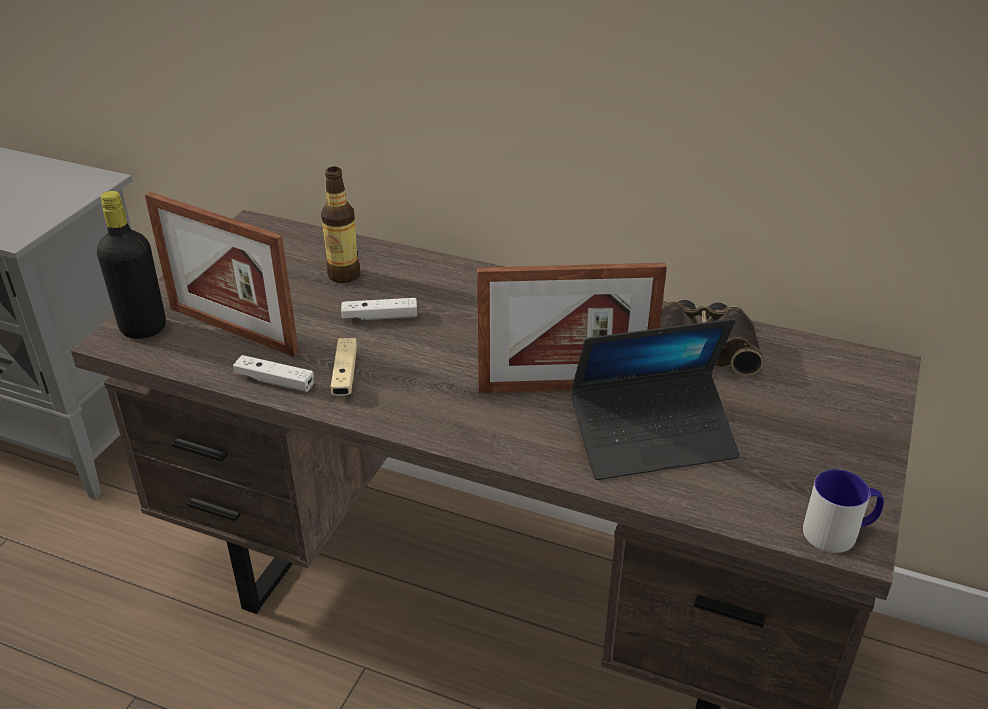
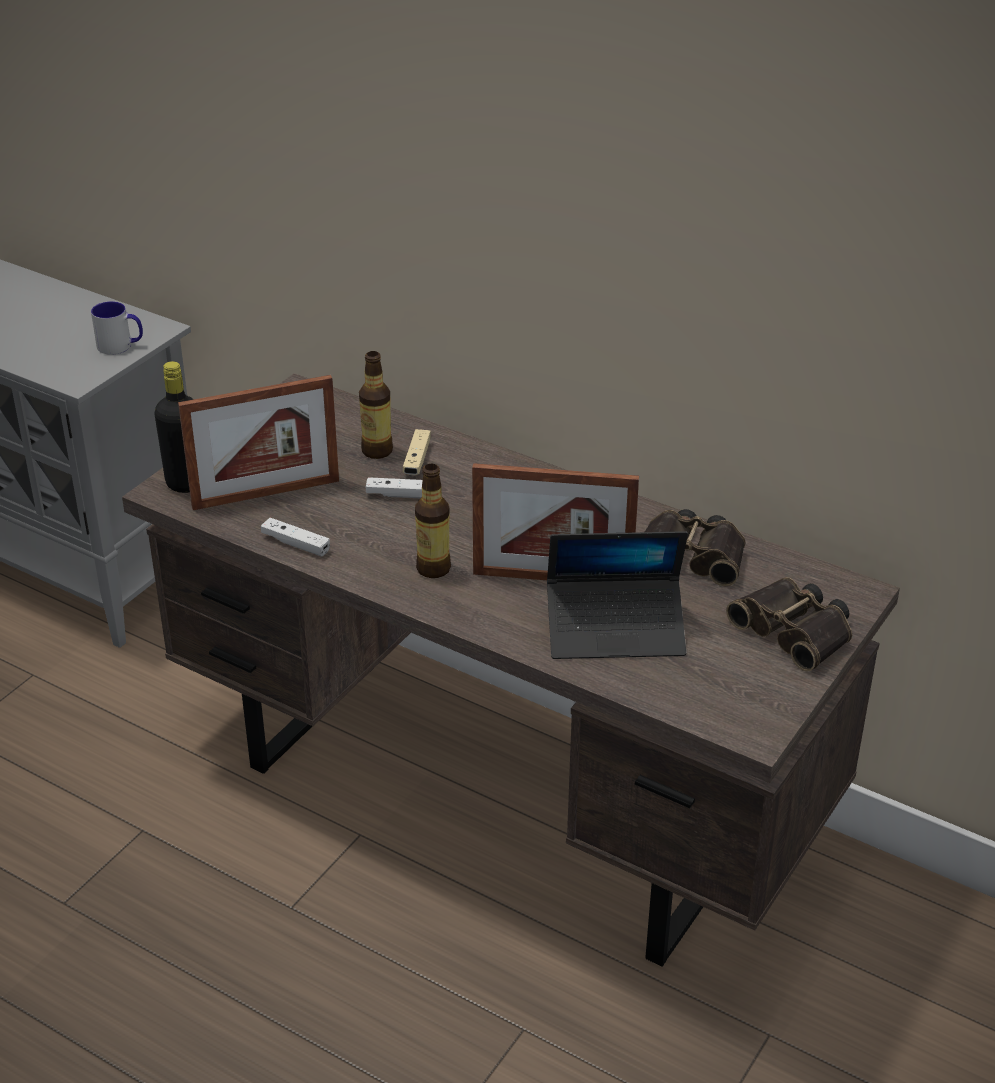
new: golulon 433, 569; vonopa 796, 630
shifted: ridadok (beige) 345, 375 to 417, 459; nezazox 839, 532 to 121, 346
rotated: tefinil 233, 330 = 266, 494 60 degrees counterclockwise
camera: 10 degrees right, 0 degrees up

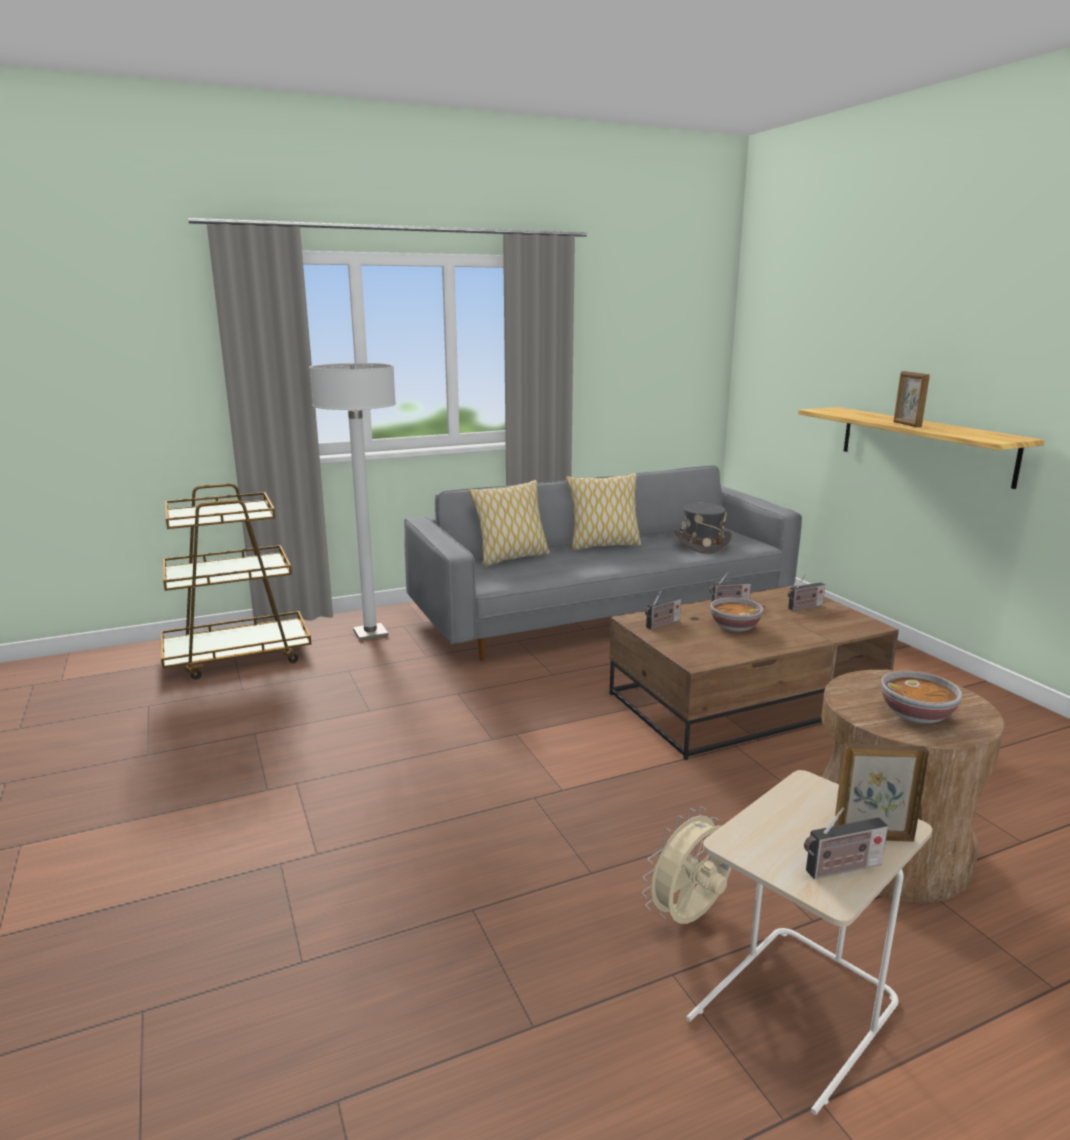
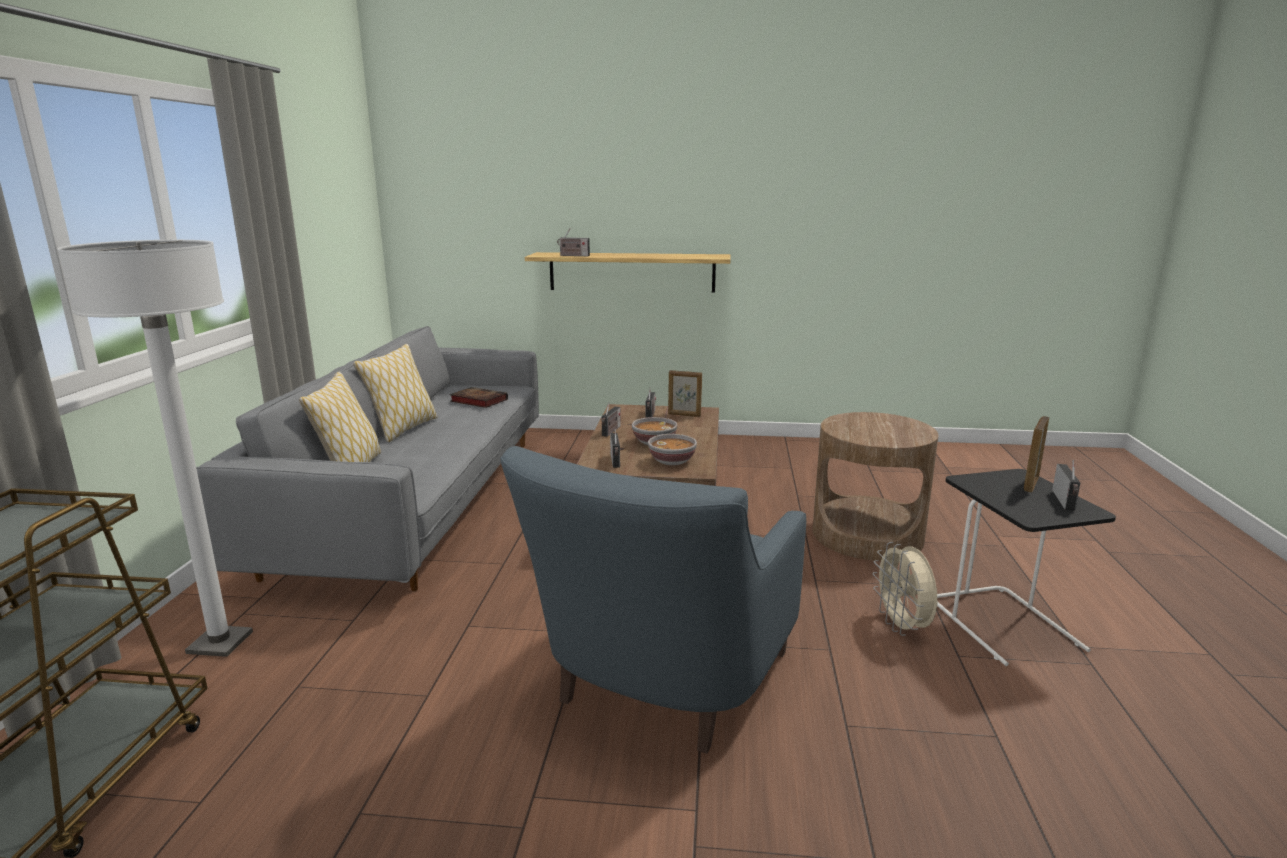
new: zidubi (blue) 659, 686; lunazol 573, 255
shifted: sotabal 917, 715 to 672, 461; tefinil 906, 424 to 684, 415
swapped: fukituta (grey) 701, 544 to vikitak 477, 401
repainted: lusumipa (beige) 796, 1013 to lusumipa (black) 1006, 625
camera: 60 degrees left, 0 degrees up

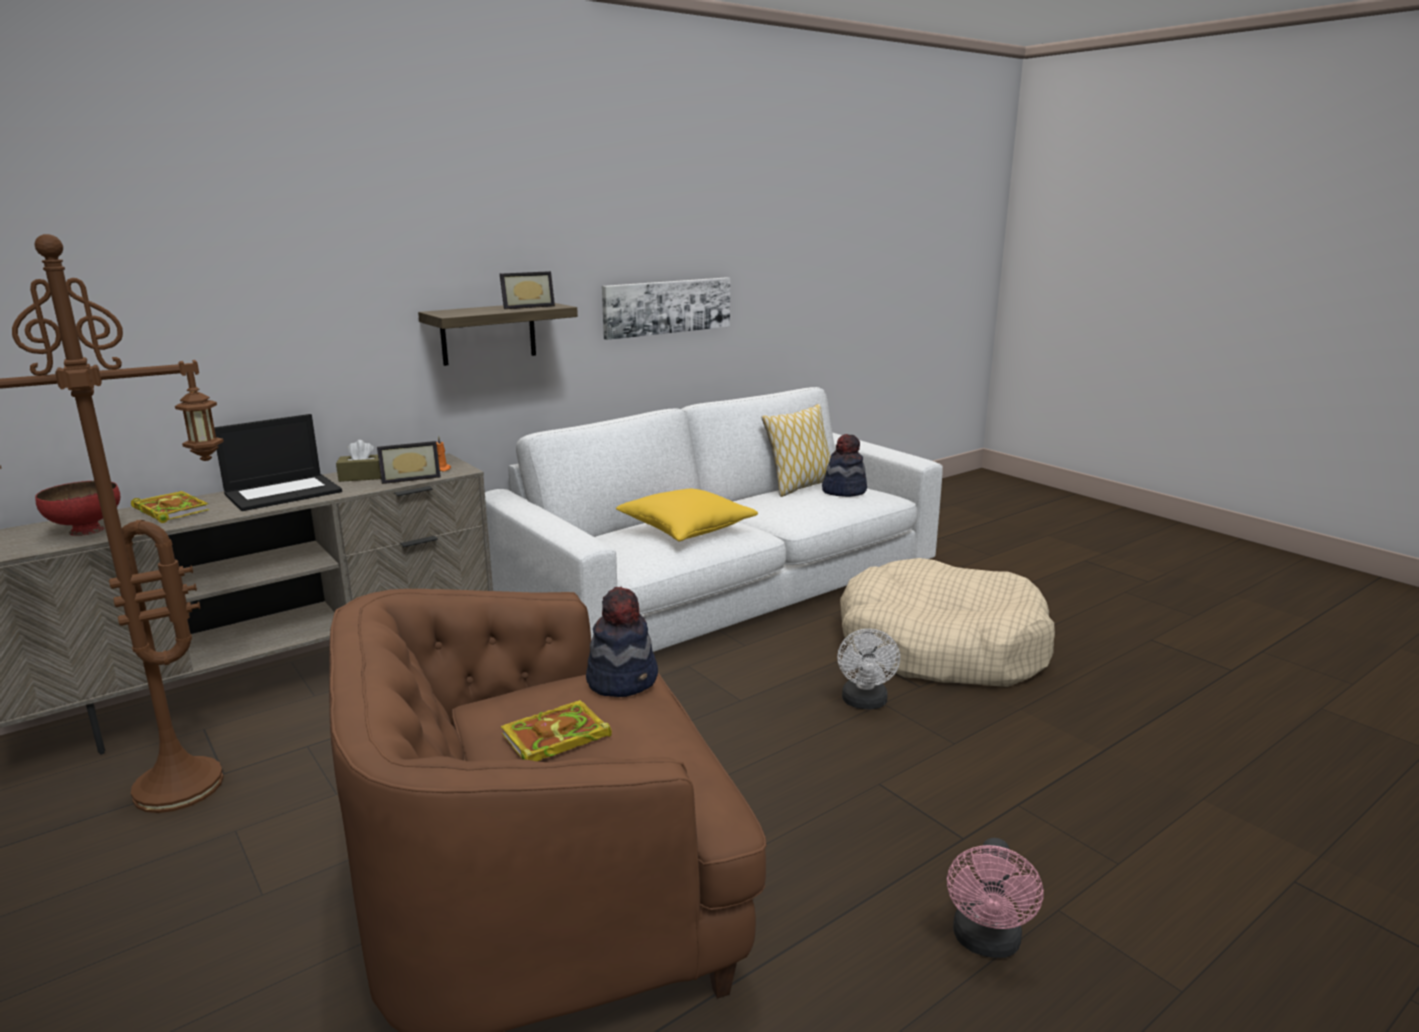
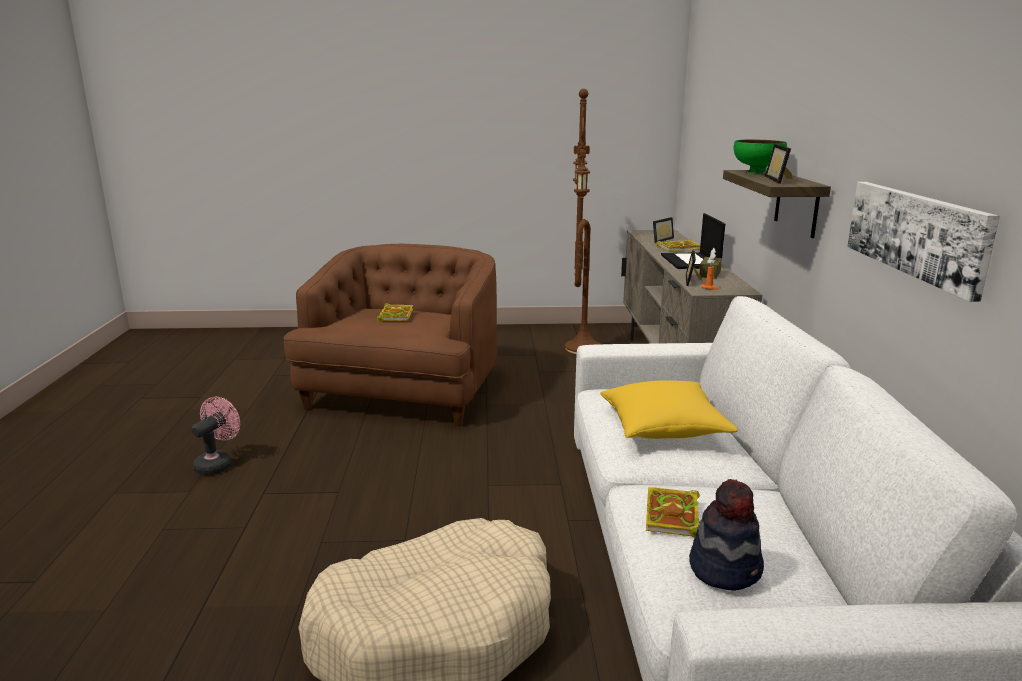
gone: fukituta 623, 679; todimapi 800, 487; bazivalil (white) 865, 703
new: vikitak 673, 517; sotabal (green) 756, 173
swapped: sotabal (red) 86, 531 to tefinil 659, 240
rotated: bazivalil (pink) 986, 943 = 218, 464 60 degrees clockwise
camera: 125 degrees right, 0 degrees up

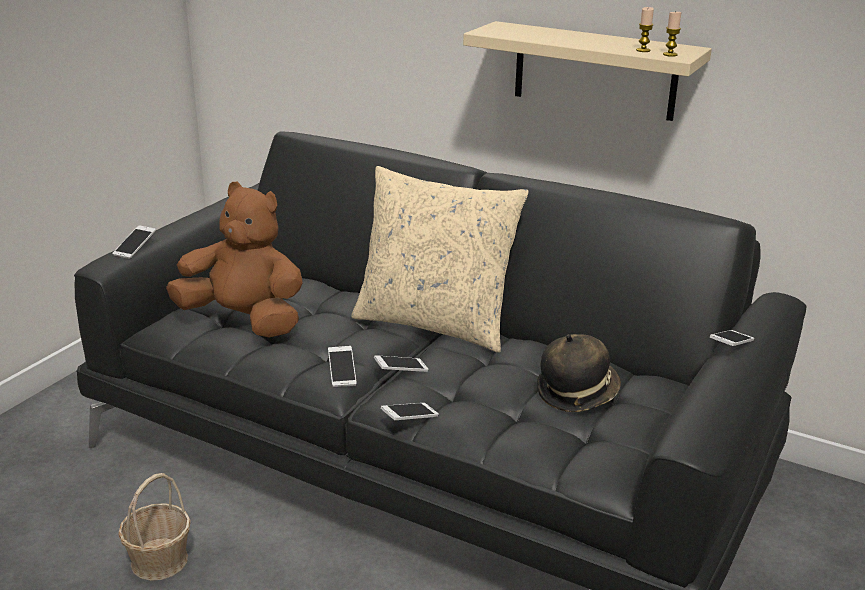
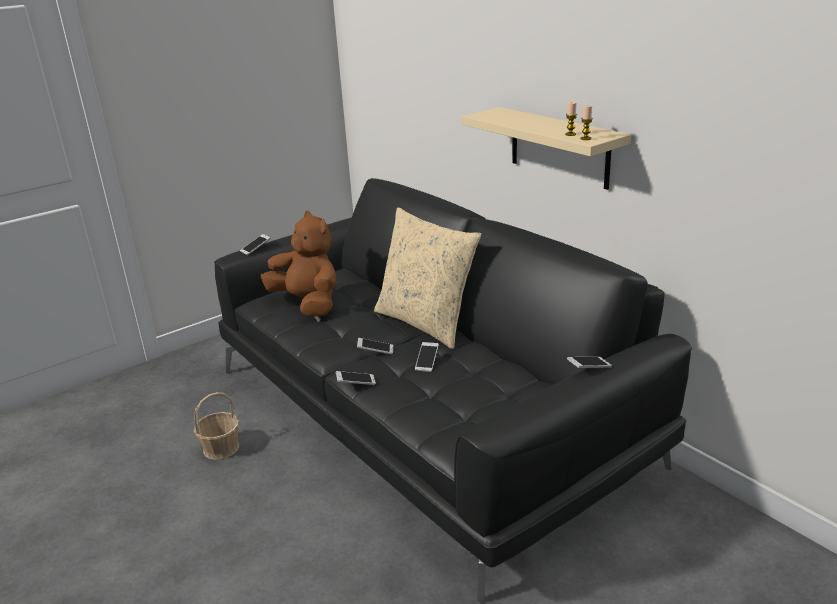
gone: fukituta 577, 393
shifted: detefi 342, 373 to 427, 362
camera: 25 degrees right, 0 degrees up

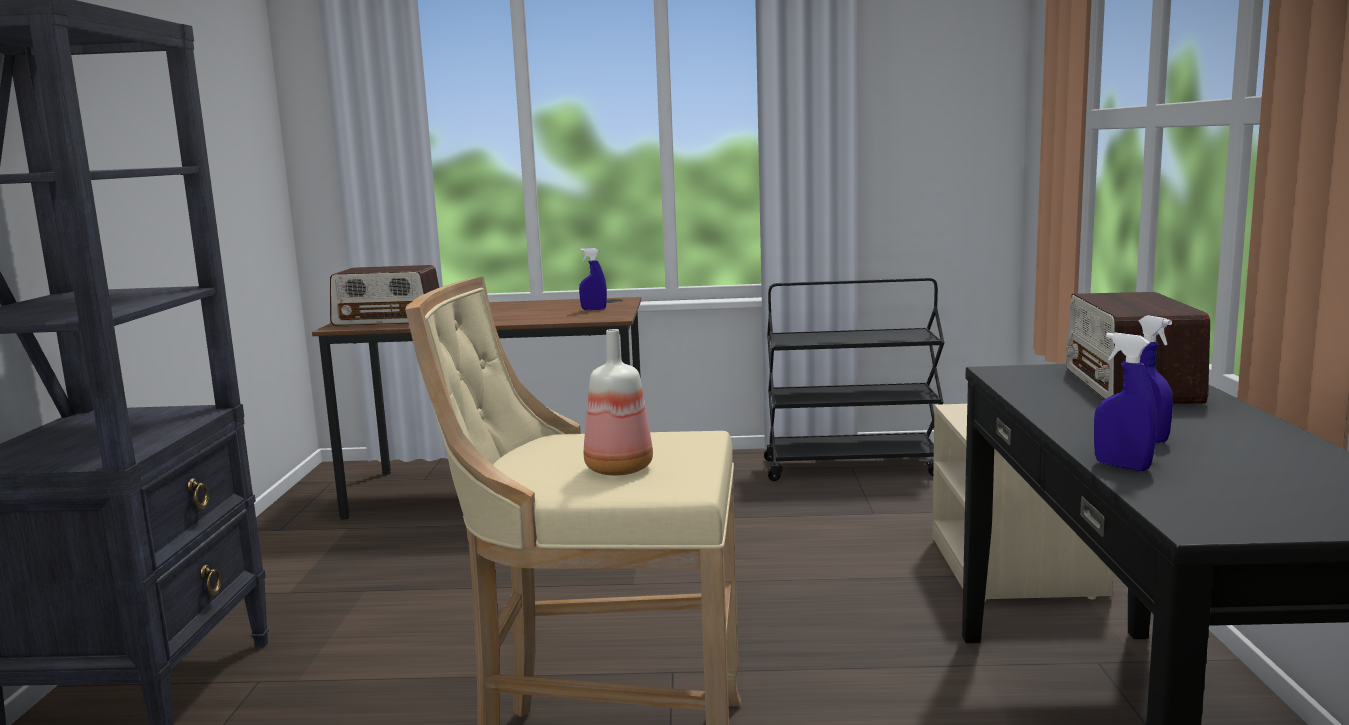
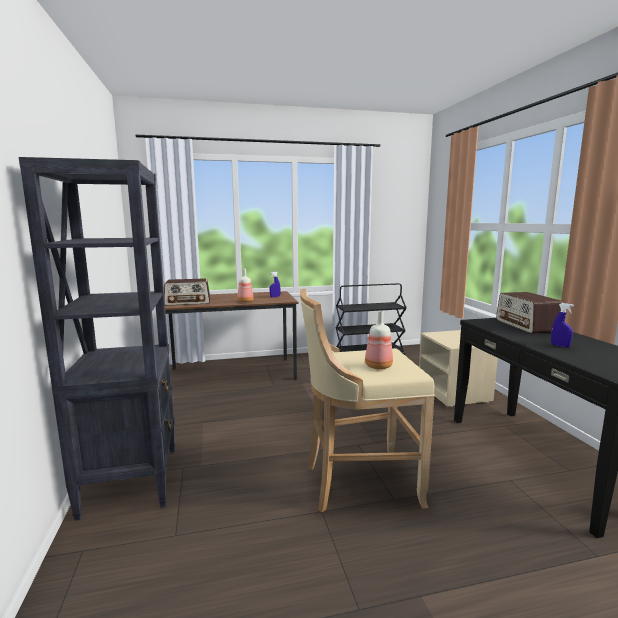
gone: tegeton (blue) 1122, 466
new: golulon 246, 301
camera: 15 degrees left, 0 degrees up

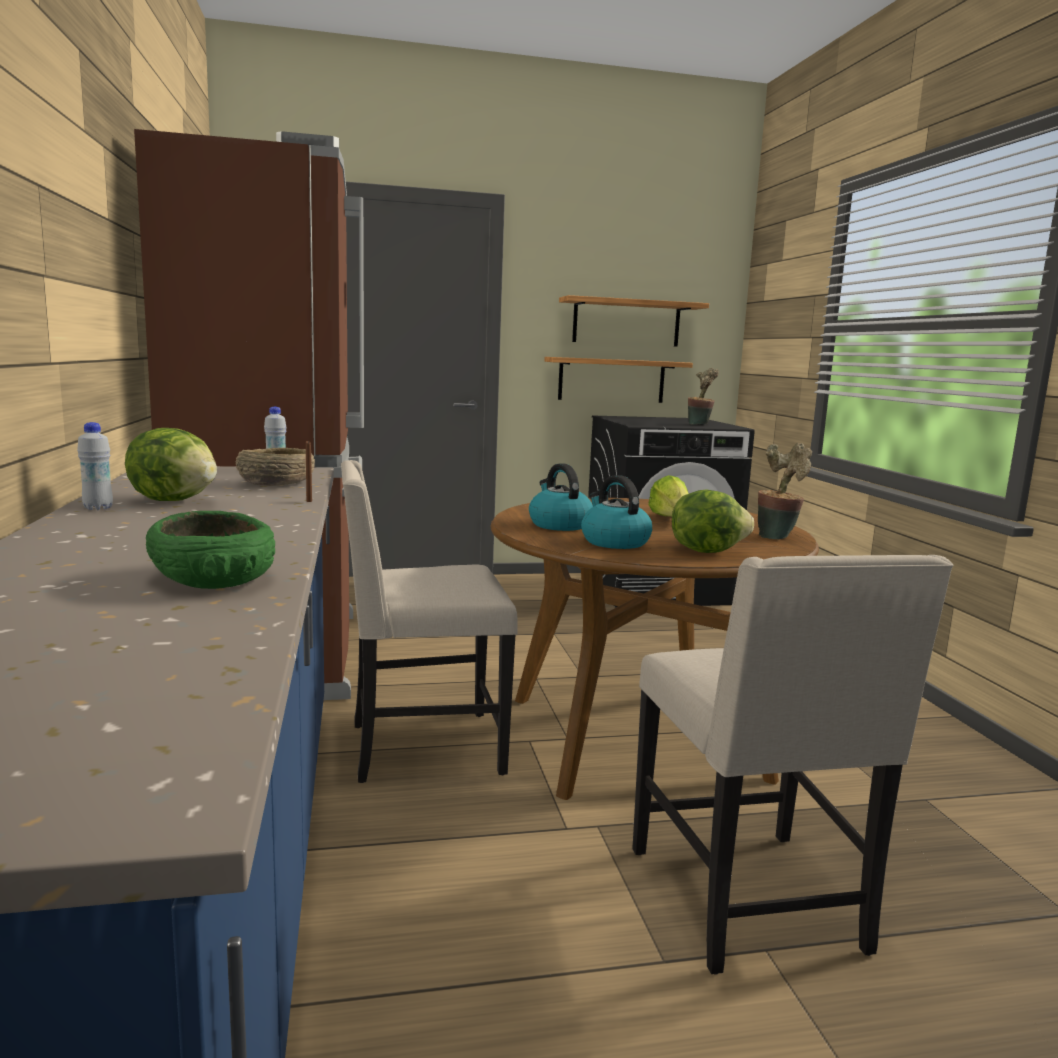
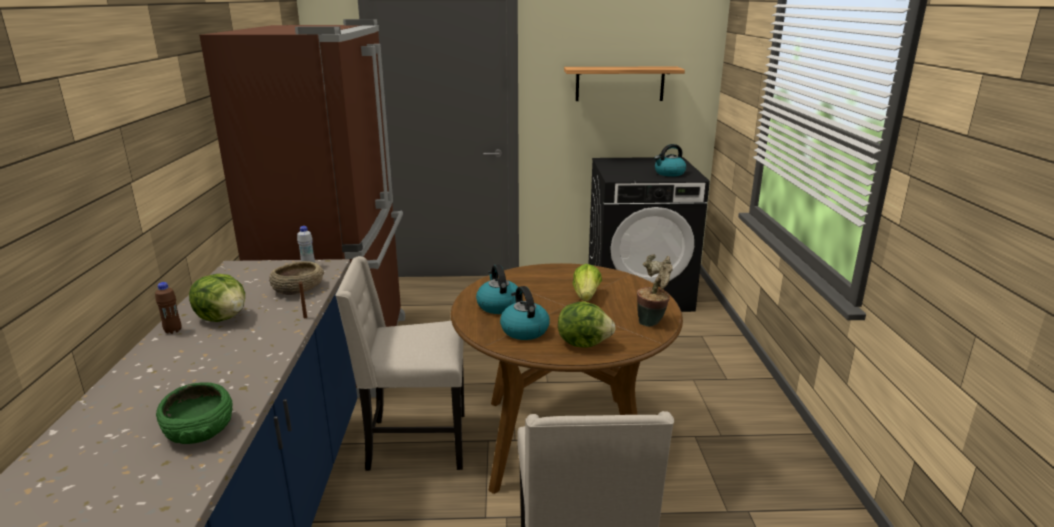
gone: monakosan 611, 380
swapped: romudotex 700, 424 to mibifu 669, 173
repainted: golulon (white) 98, 508 to golulon (brown) 173, 331
camera: 10 degrees right, 10 degrees up

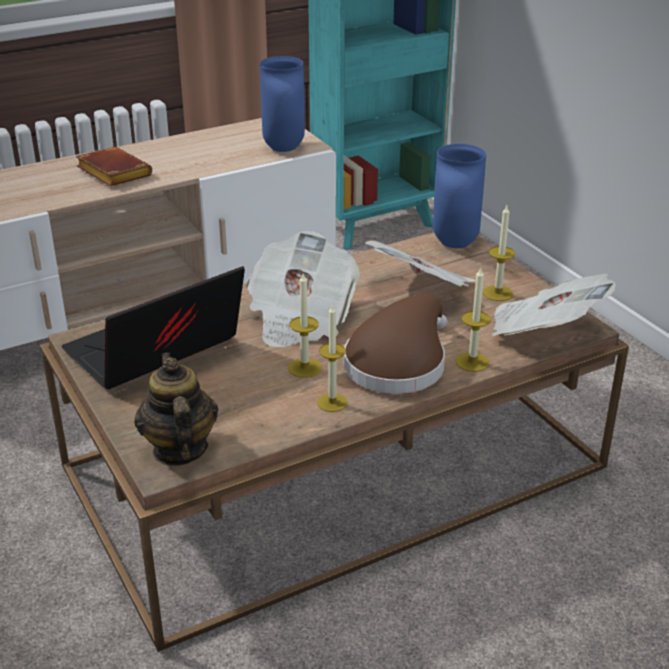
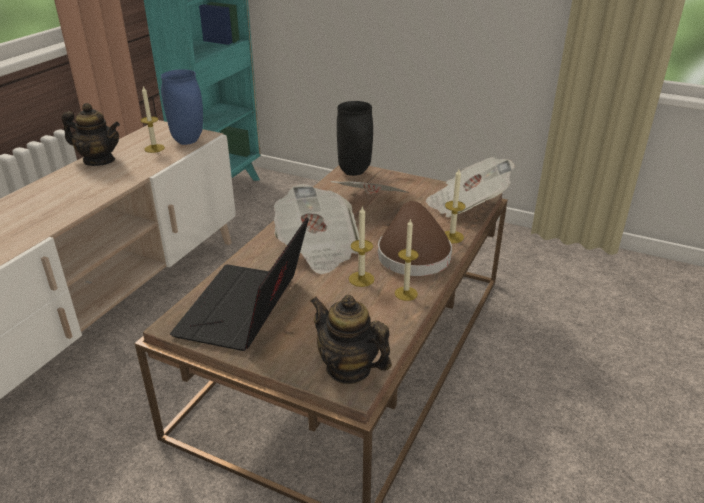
gone: vikitak (brown) 111, 173
new: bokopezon 99, 161
shifted: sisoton 498, 293 to 154, 148
repainted: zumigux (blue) 453, 243 to zumigux (black) 353, 172
camera: 35 degrees left, 0 degrees up

